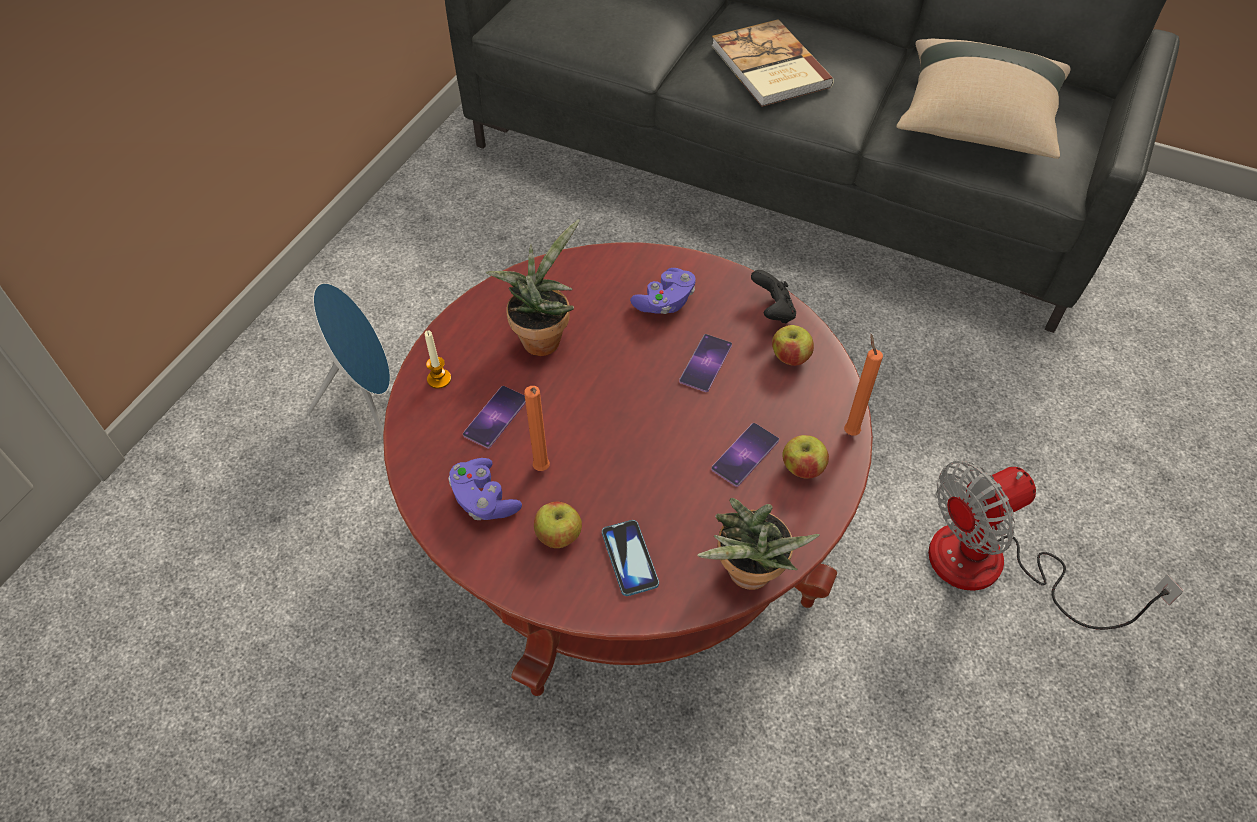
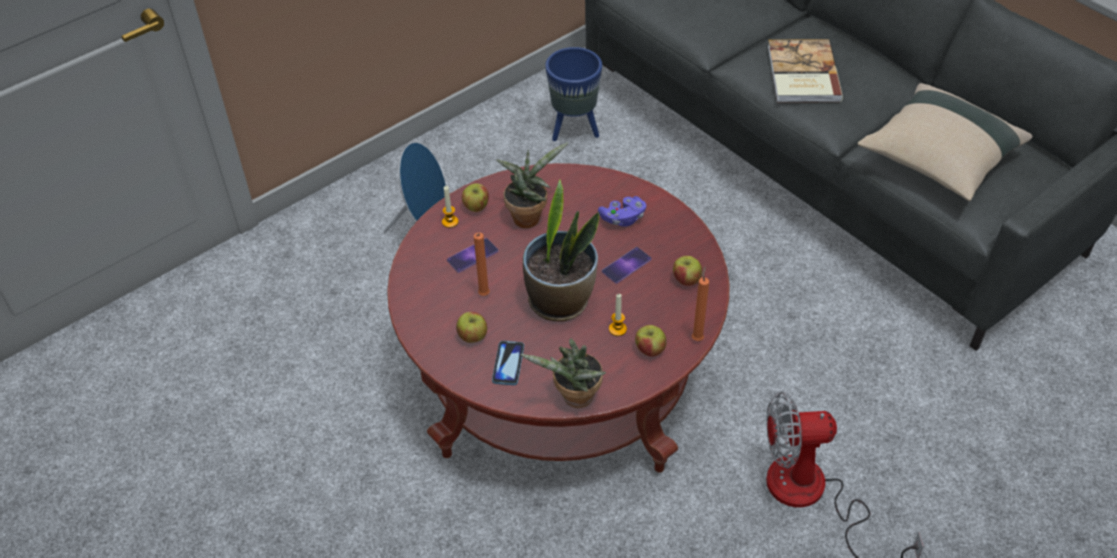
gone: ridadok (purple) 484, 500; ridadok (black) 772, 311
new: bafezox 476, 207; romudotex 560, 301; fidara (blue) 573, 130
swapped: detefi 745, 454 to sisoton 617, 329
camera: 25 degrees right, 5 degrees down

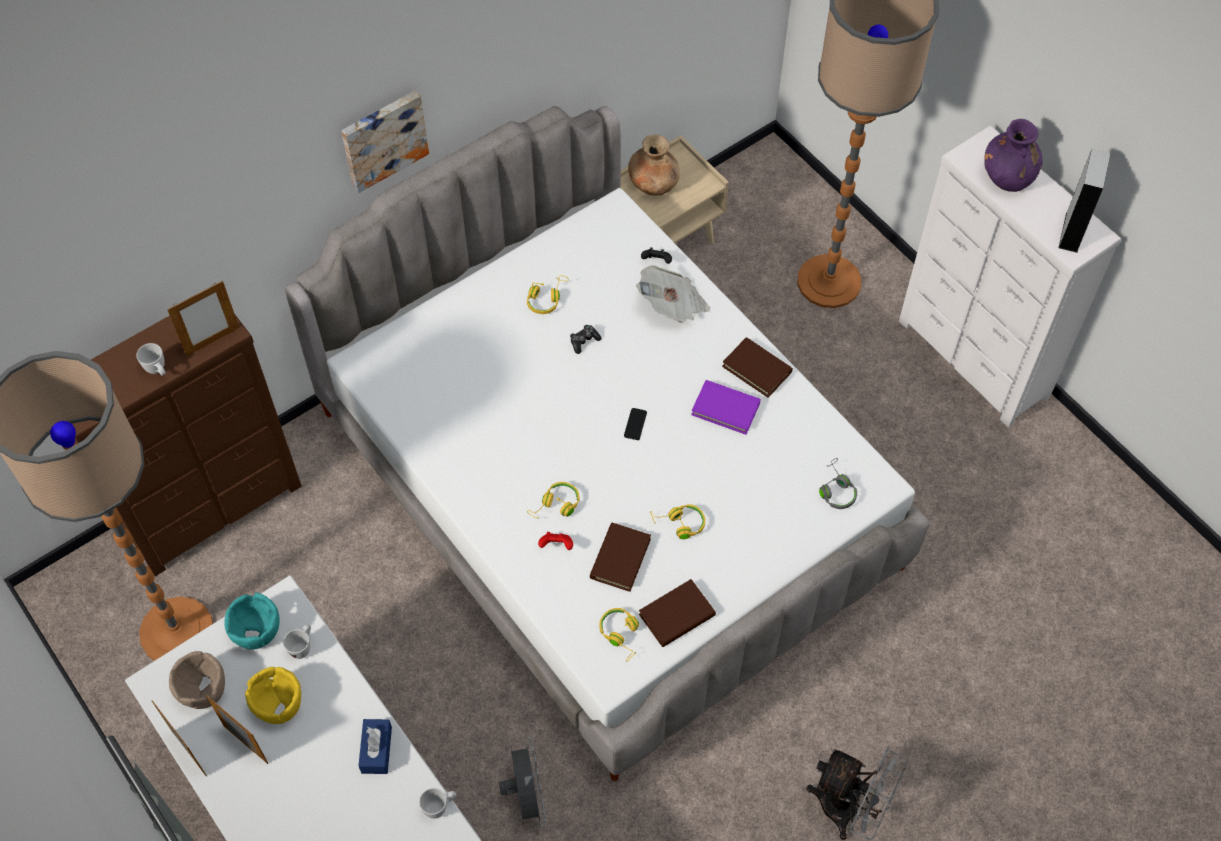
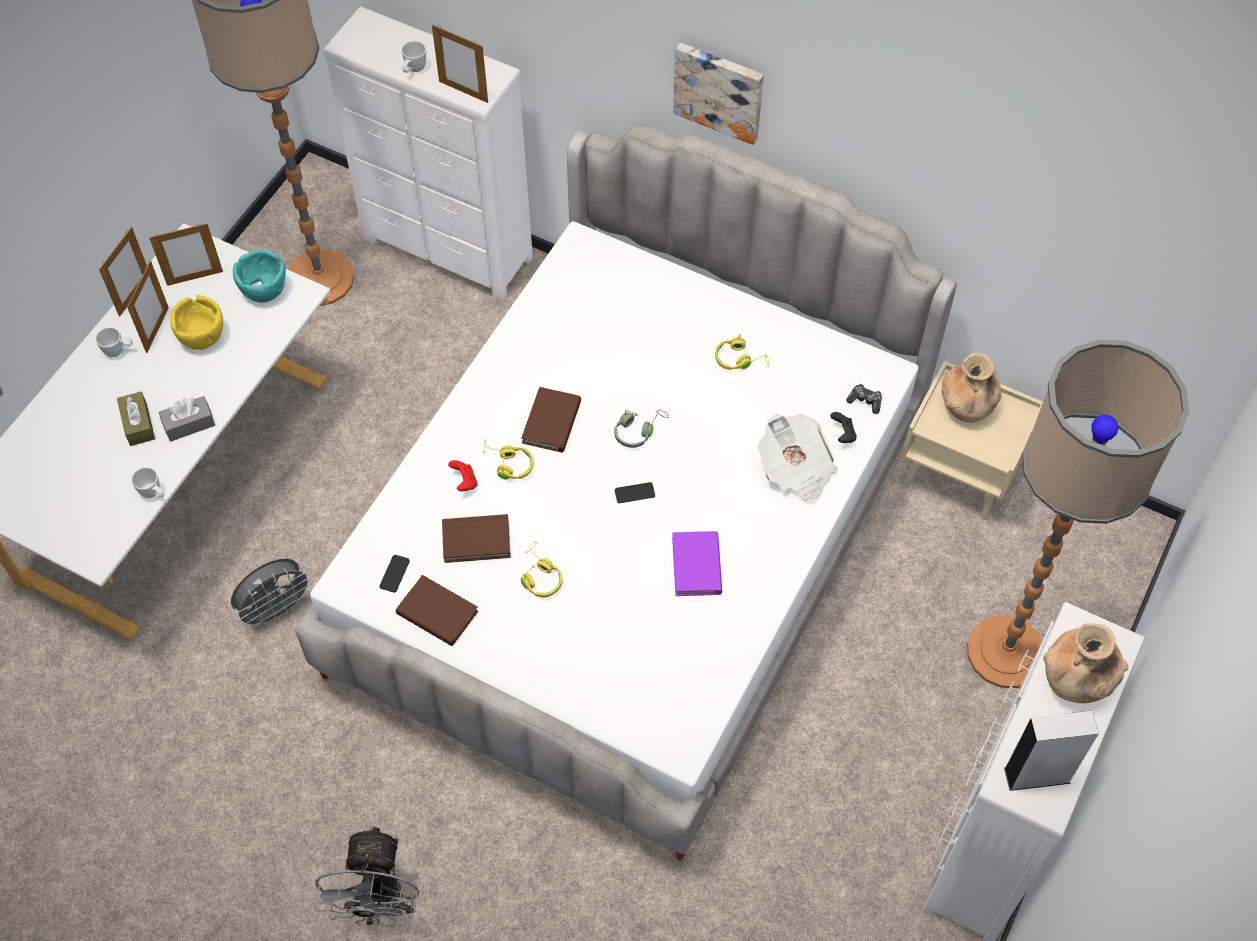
new: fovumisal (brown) 138, 424
shifted: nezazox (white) 303, 647 to 119, 351; ridadok 584, 341 to 865, 401; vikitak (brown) 757, 369 to 551, 422; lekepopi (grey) 836, 489 to 638, 430
swapped: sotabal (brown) 203, 690 to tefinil 195, 278; lekepopi (yellow) 621, 635 to detefi 394, 574
repainted: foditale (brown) 216, 510 to foditale (white) 447, 250; fovumisal (blue) 376, 750 to fovumisal (grey) 189, 424; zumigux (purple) 1007, 177 to zumigux (brown) 1076, 680
camera: 65 degrees right, 0 degrees up

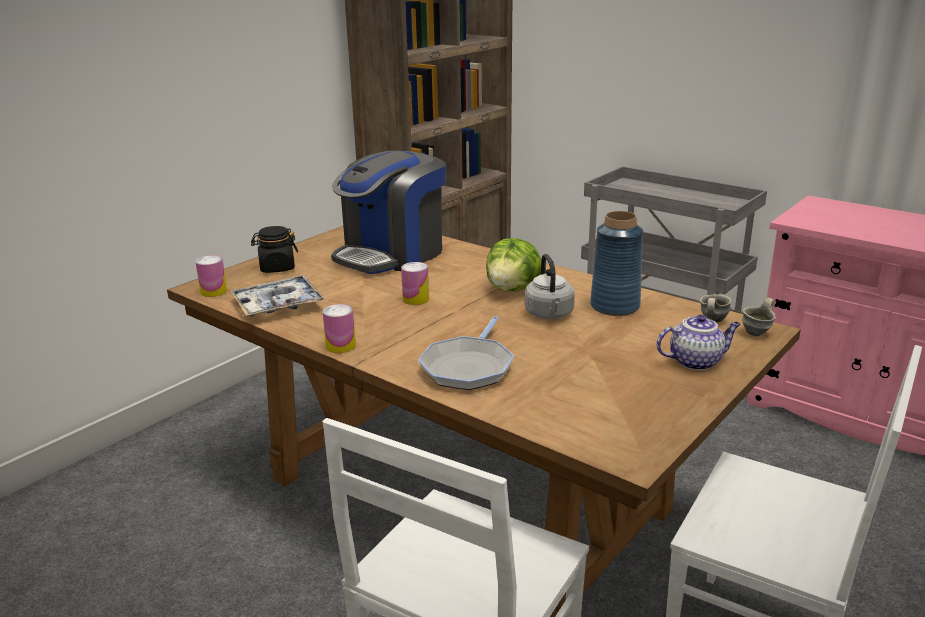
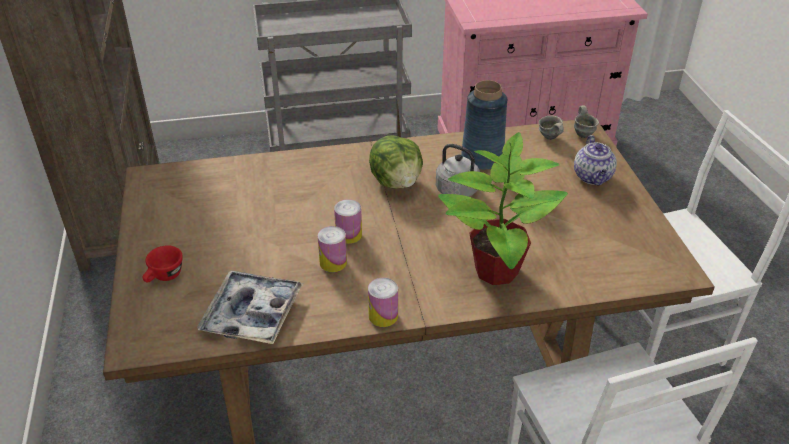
gone: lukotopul 392, 255
shifted: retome 213, 291 to 333, 262
swapped: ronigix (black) 277, 268 to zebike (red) 164, 277; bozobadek 468, 367 to romudotex 495, 271
rotated: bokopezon 696, 361 = 593, 177 150 degrees clockwise
camera: 50 degrees left, 15 degrees up

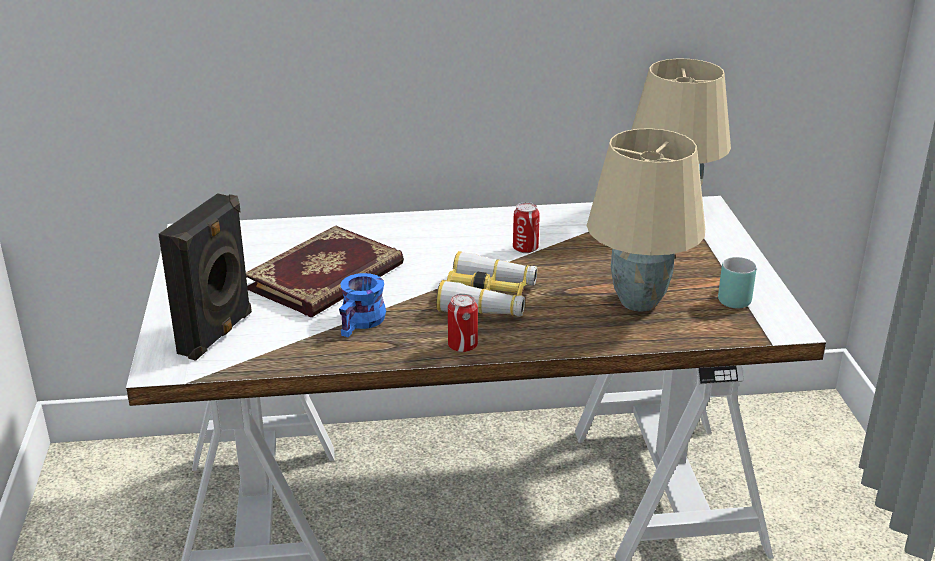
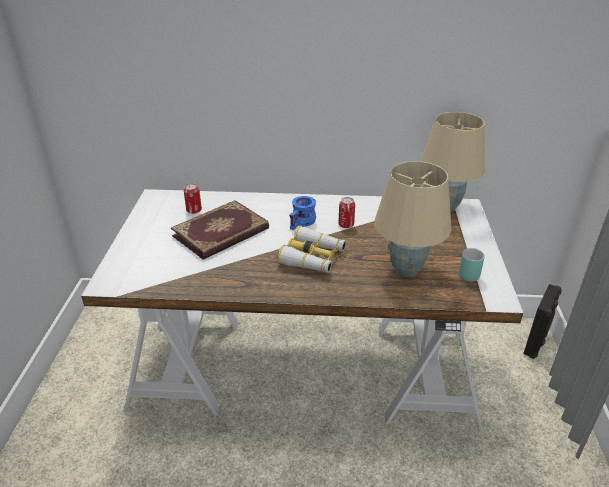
shifted: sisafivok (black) 218, 334 to 536, 344; nezazox (blue) 363, 322 to 303, 222; retome 462, 346 to 194, 210
camera: 10 degrees right, 5 degrees up

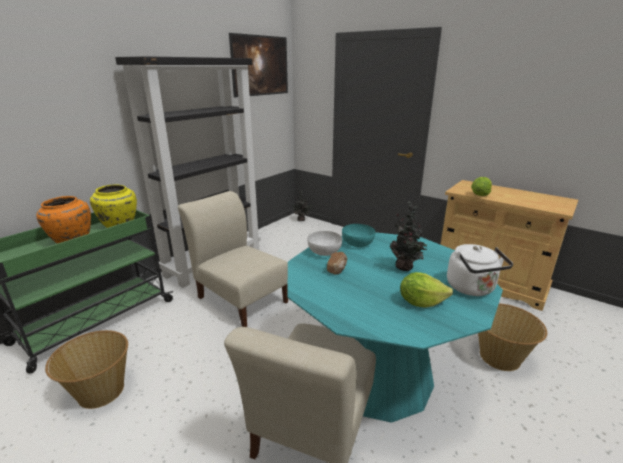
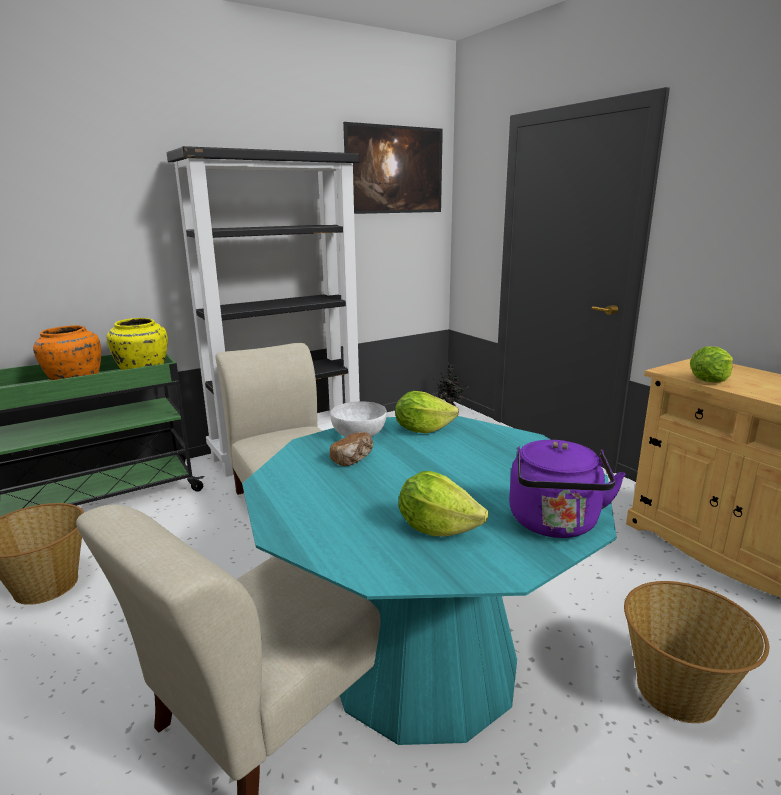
gone: romudotex 405, 268
swapped: sotabal (turquoise) 357, 243 to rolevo 422, 430
repainted: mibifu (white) 472, 288 to mibifu (purple) 555, 524
camera: 20 degrees right, 5 degrees down

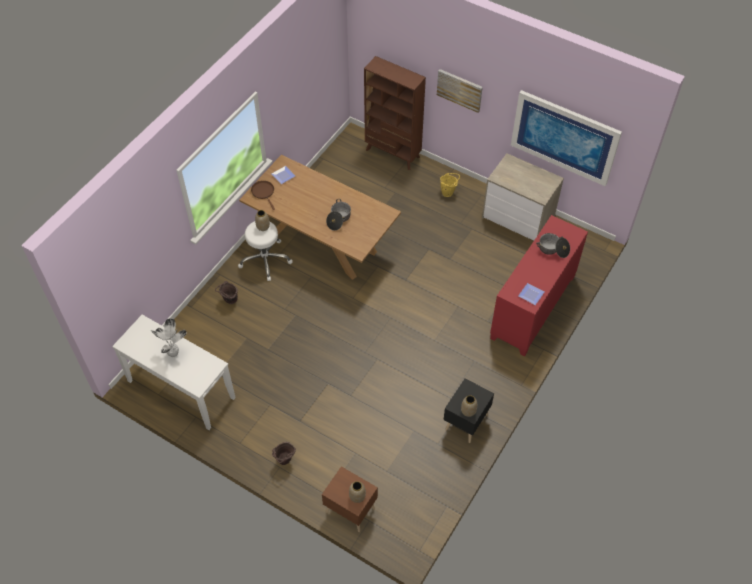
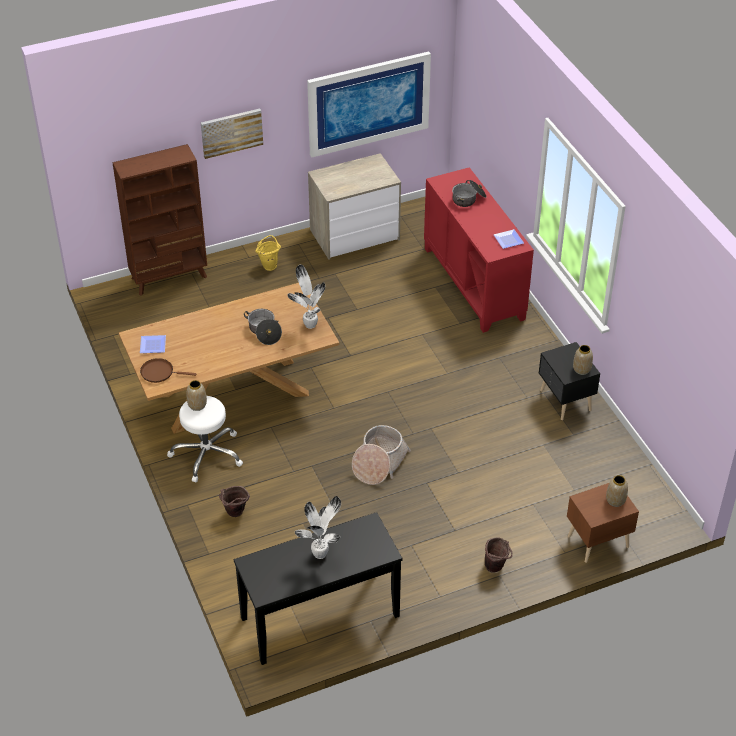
new: romudotex 310, 324; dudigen 379, 463
repainted: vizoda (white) 181, 389 to vizoda (black) 320, 617
camera: 55 degrees left, 10 degrees down

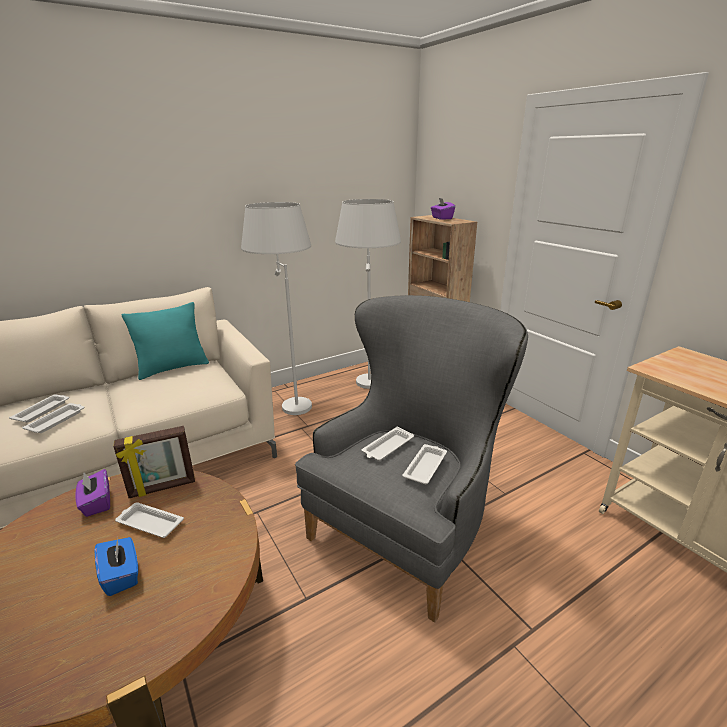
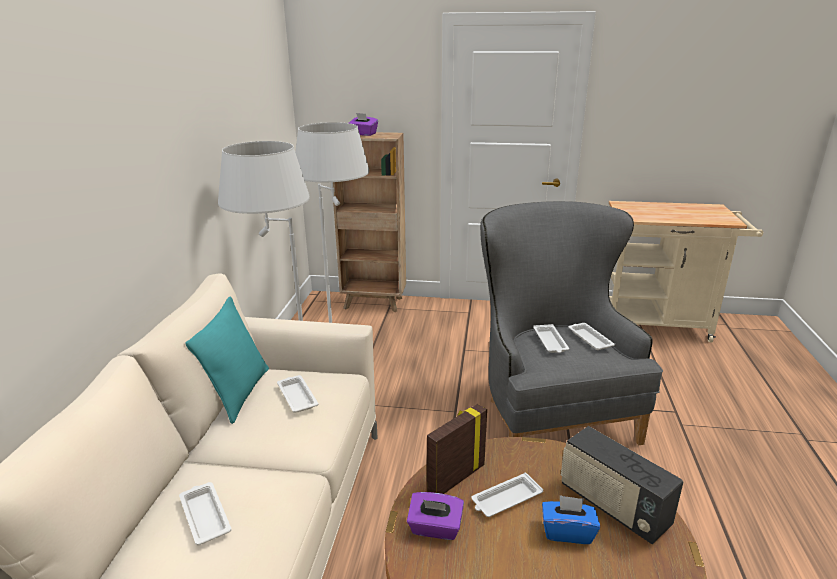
new: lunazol 612, 506
shifted: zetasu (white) 57, 420 to 297, 396
rotated: tefinil 162, 488 = 455, 478 150 degrees counterclockwise
camera: 50 degrees left, 0 degrees up

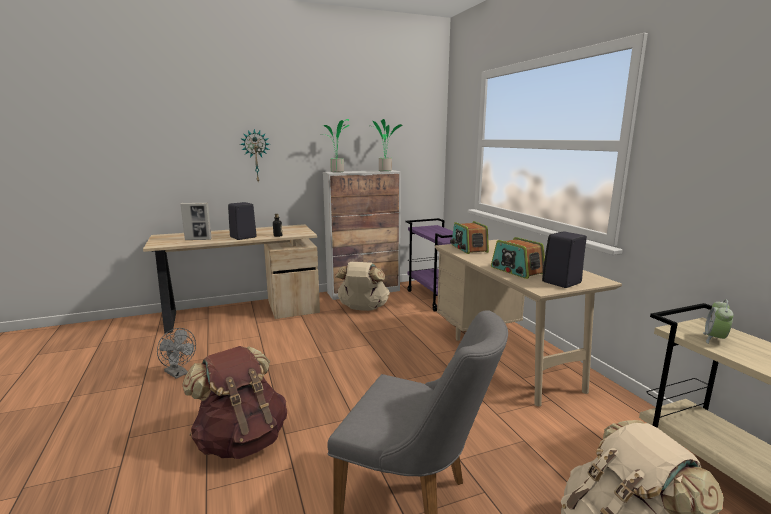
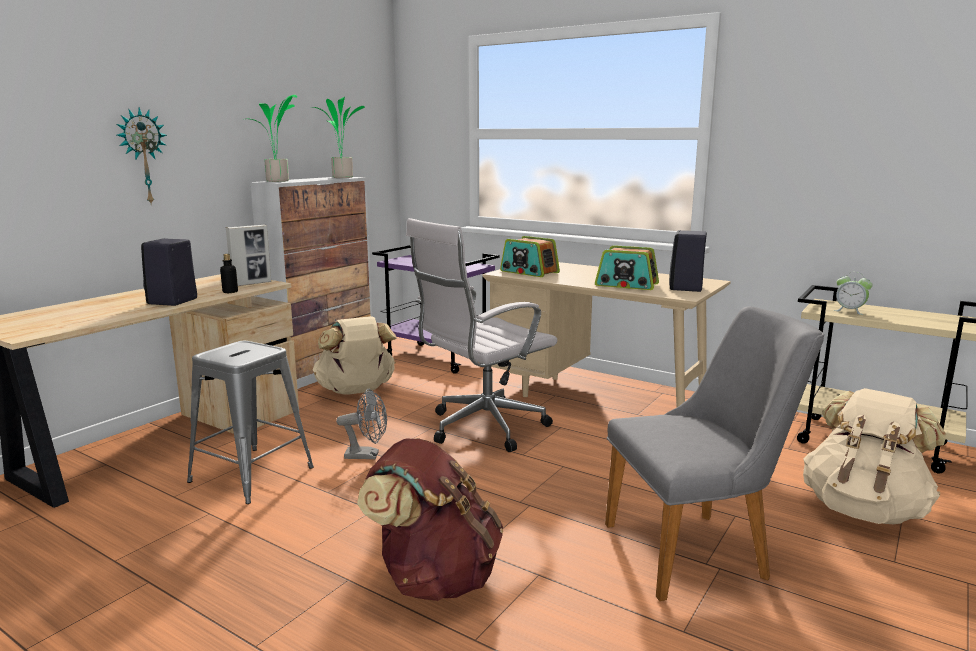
new: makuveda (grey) 251, 474; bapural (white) 482, 428
shifted: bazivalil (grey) 178, 374 to 367, 455; tefinil 198, 239 to 251, 284
rotated: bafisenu 714, 339 = 850, 311 45 degrees counterclockwise
camera: 35 degrees left, 0 degrees up

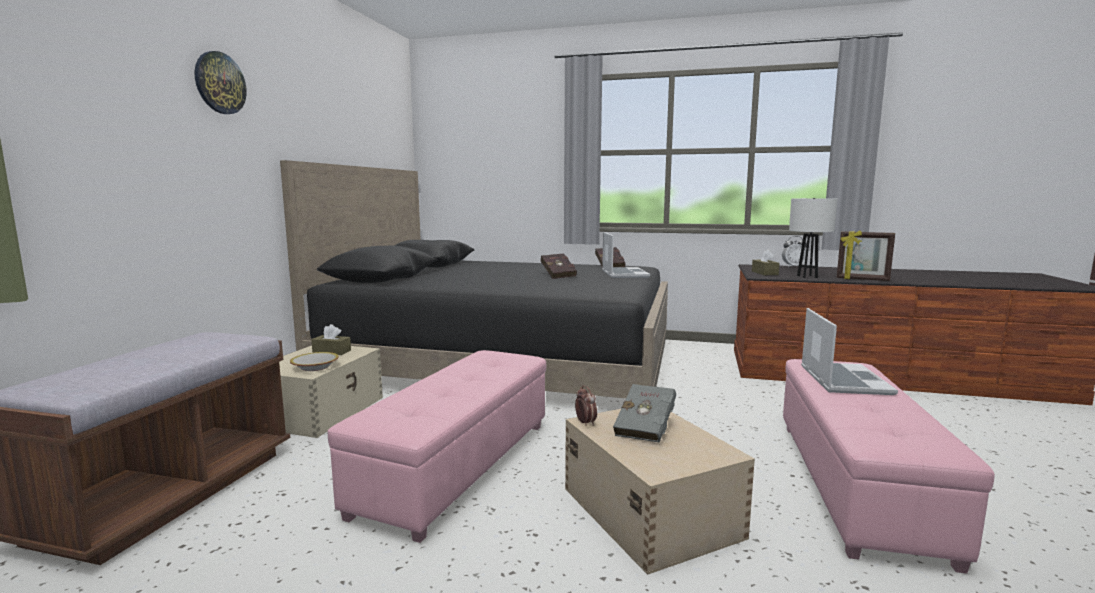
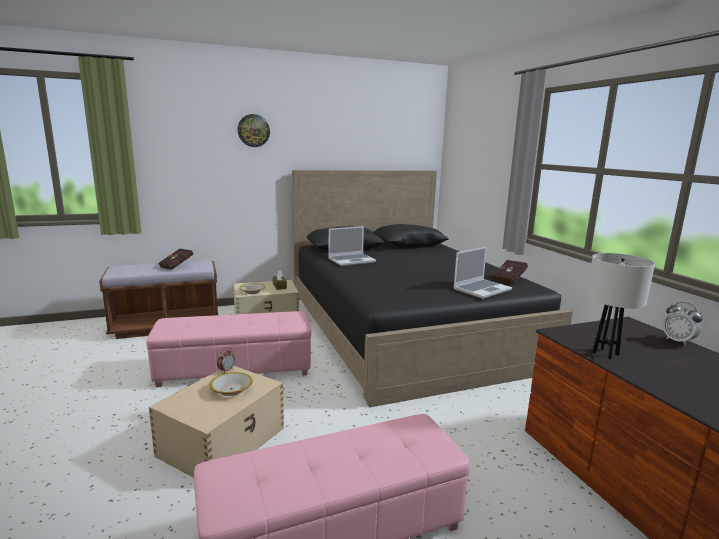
gone: fovumisal (brown) 764, 273; tefinil 862, 279
shifted: vikitak (red) 558, 275 to 178, 266; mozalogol 842, 380 to 352, 260
swapped: vikitak (grey) 647, 428 to sotabal 231, 389
camera: 55 degrees right, 5 degrees up

